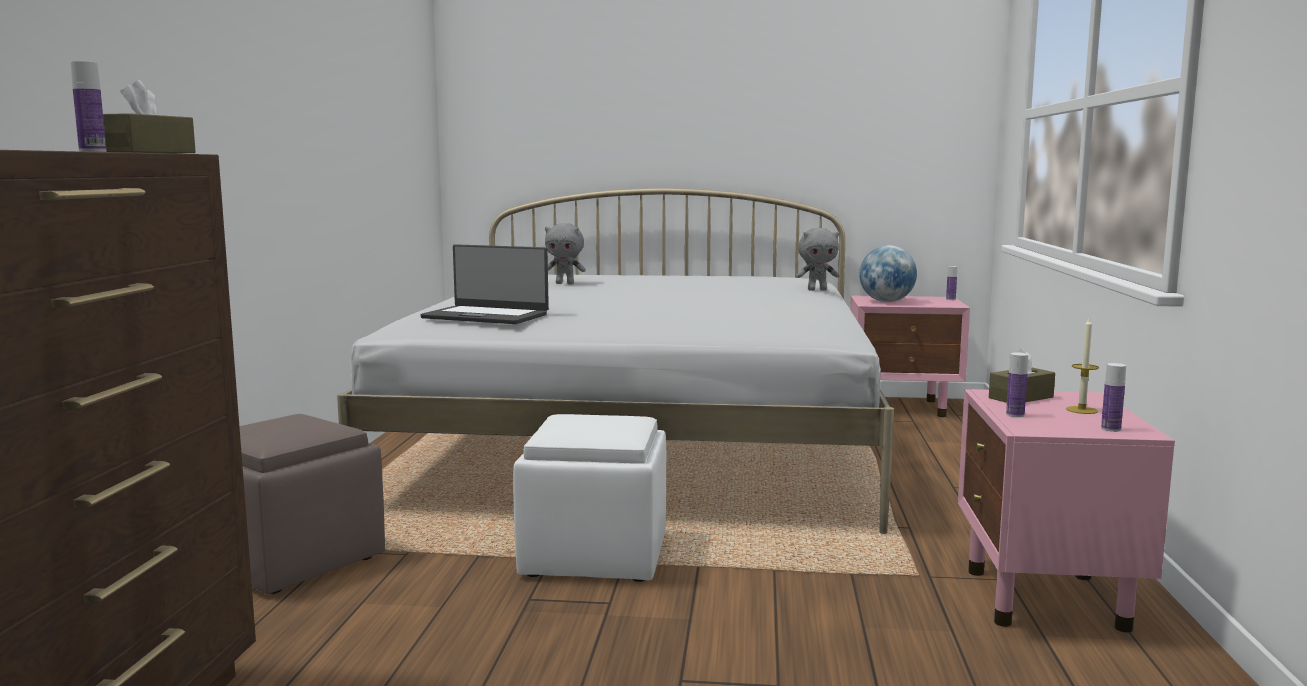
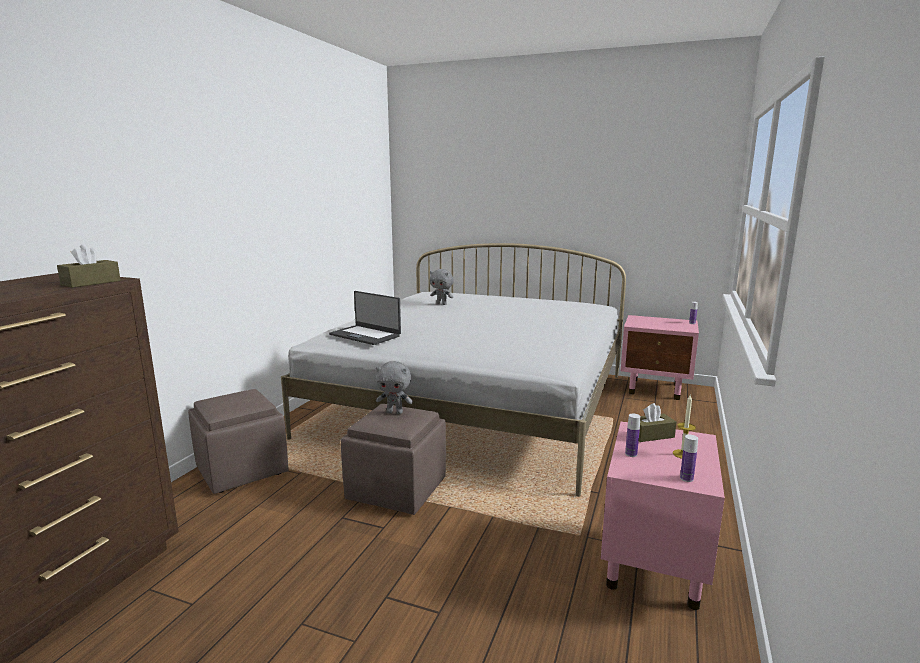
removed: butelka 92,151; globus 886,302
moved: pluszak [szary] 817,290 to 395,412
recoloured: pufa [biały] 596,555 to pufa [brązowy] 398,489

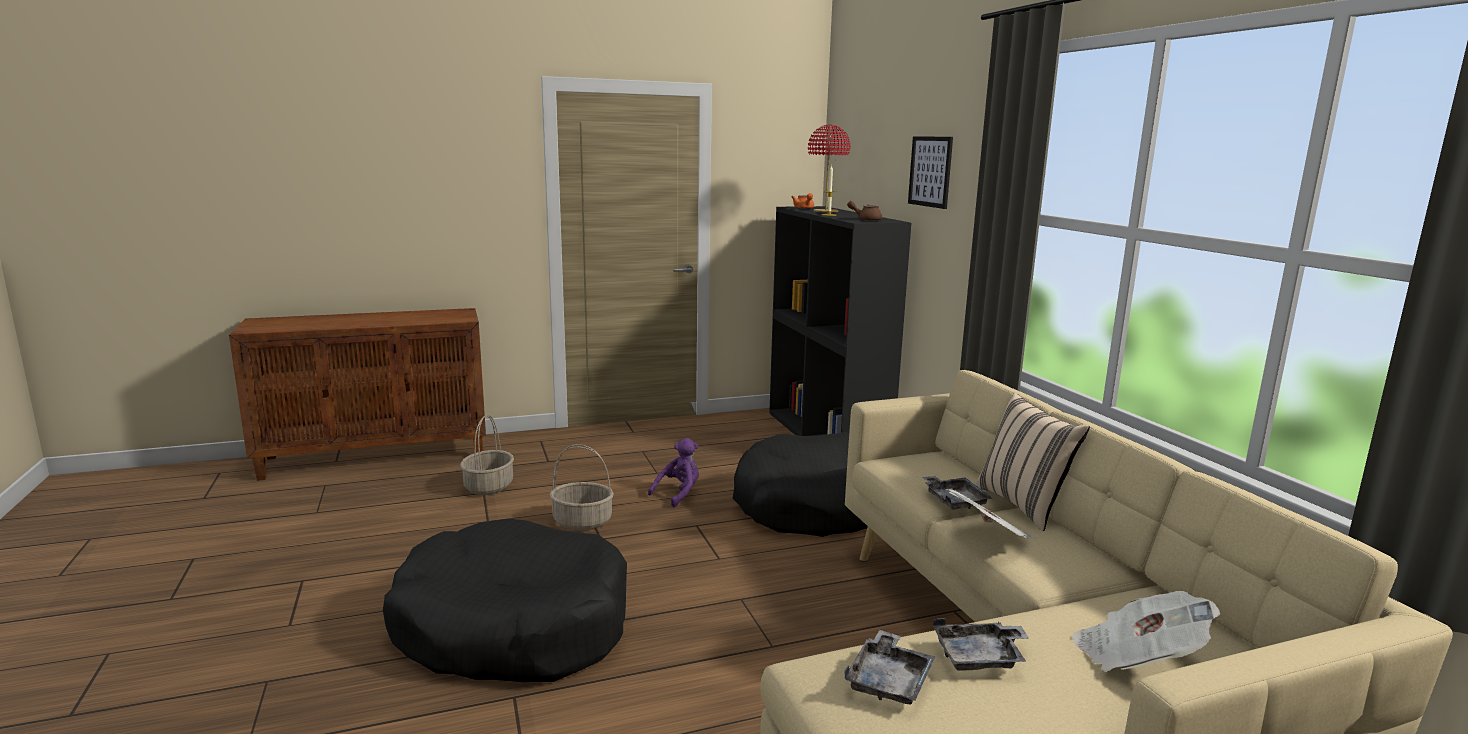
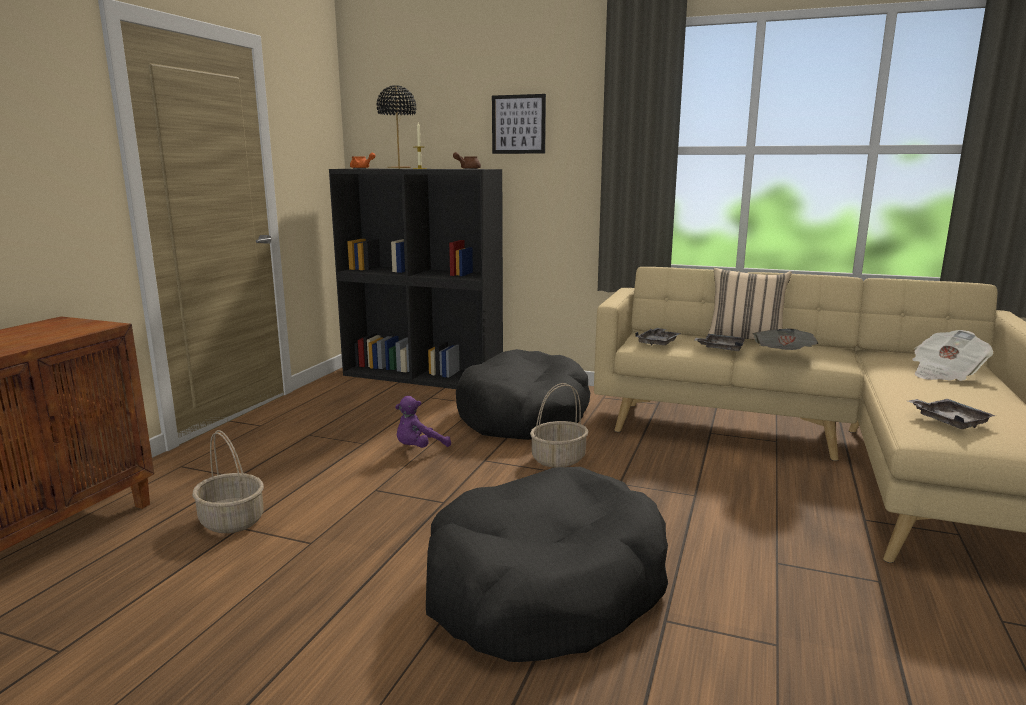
moved: koszyk 583,521 to 558,459; taca [szary] 980,657 to 658,342
recoloured: lampa stołowa [czerwony] 825,212 to lampa stołowa [czarny] 398,168
turned: pluszak [fioletowy] 678,494 = 419,448 120 degrees counterclockwise

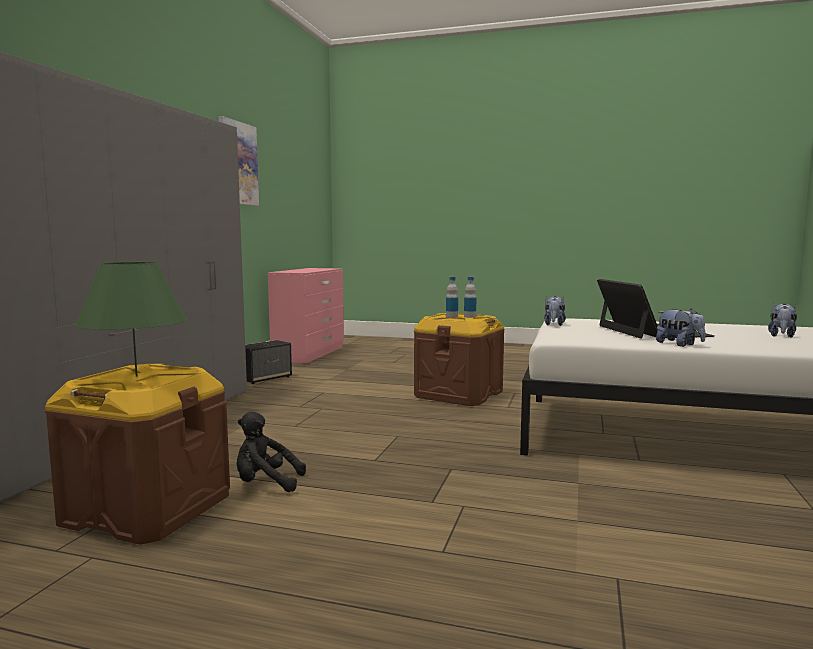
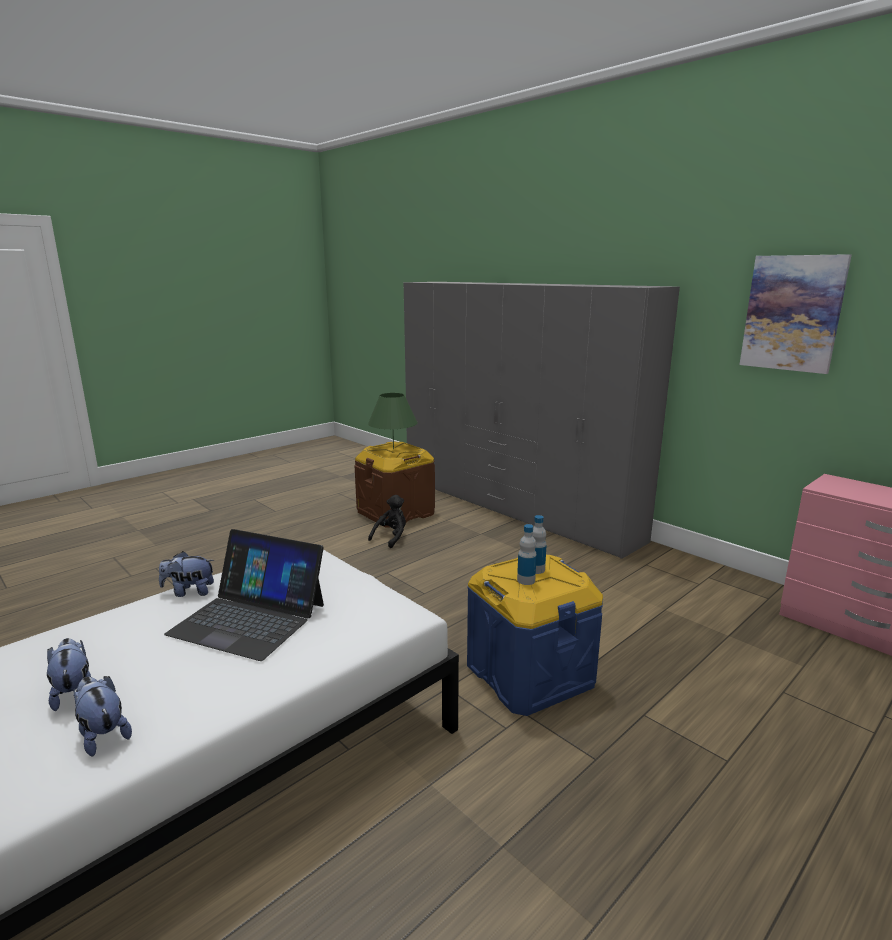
removed: głośnik 265,378
moved: pluszak 554,324 to 103,734
recoloured: pojemnik do przechowywania [brązowy] 458,394 to pojemnik do przechowywania [niebieski] 530,674

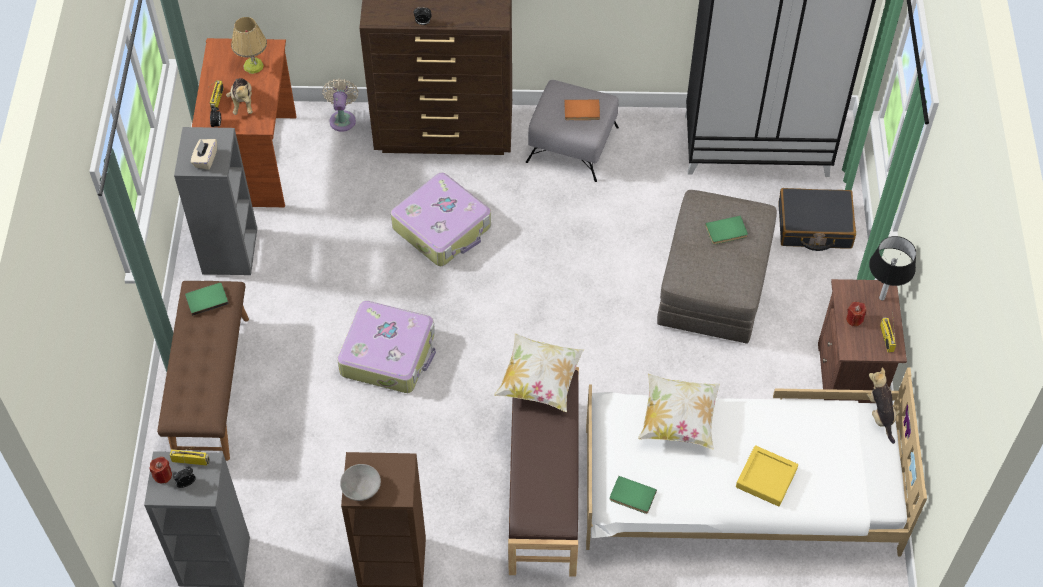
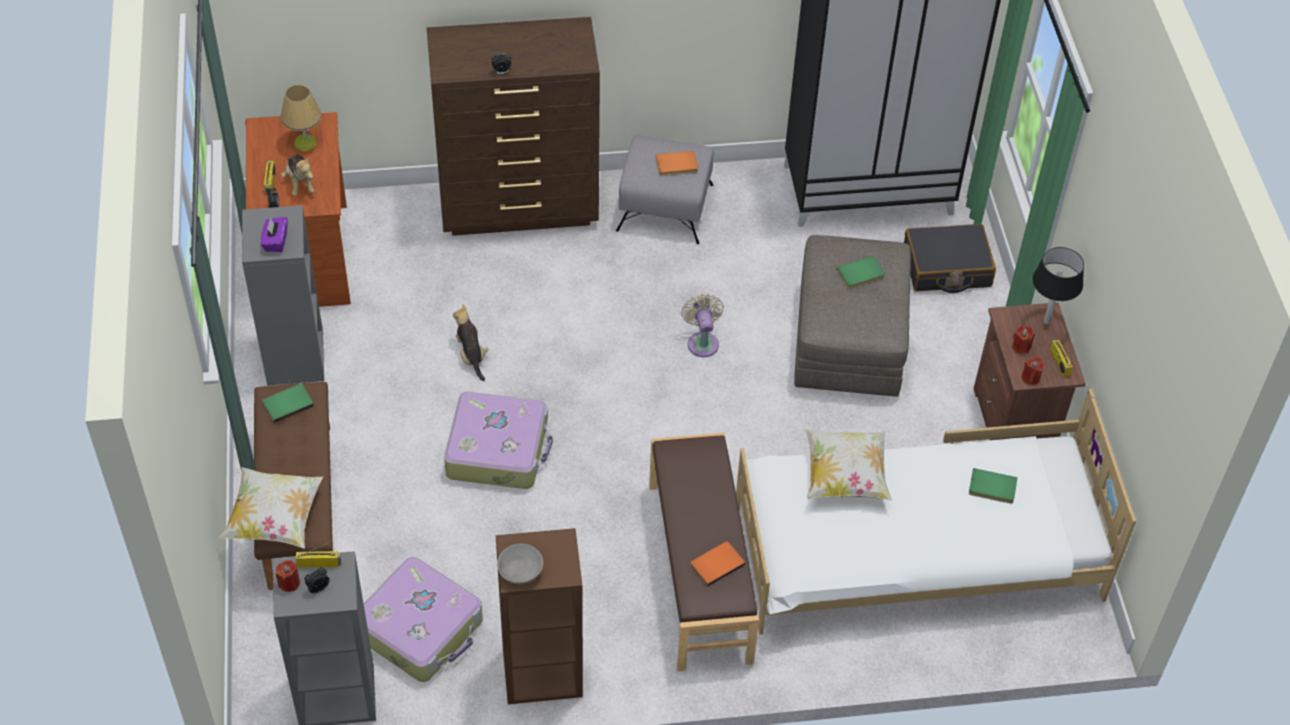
removed: taca [żółty] 766,478
added: książka [pomarańczowy] 716,564; świeca [czerwony] 1030,377
moved: wentylator [beżowy] 342,118 to 702,341; walizka 443,227 to 421,628; poduszka 539,382 to 274,519; książka [zielony] 632,497 to 992,488; pluszak 880,414 to 471,355
recoloured: pudełko chusteczek [beżowy] 205,159 to pudełko chusteczek [fioletowy] 275,241

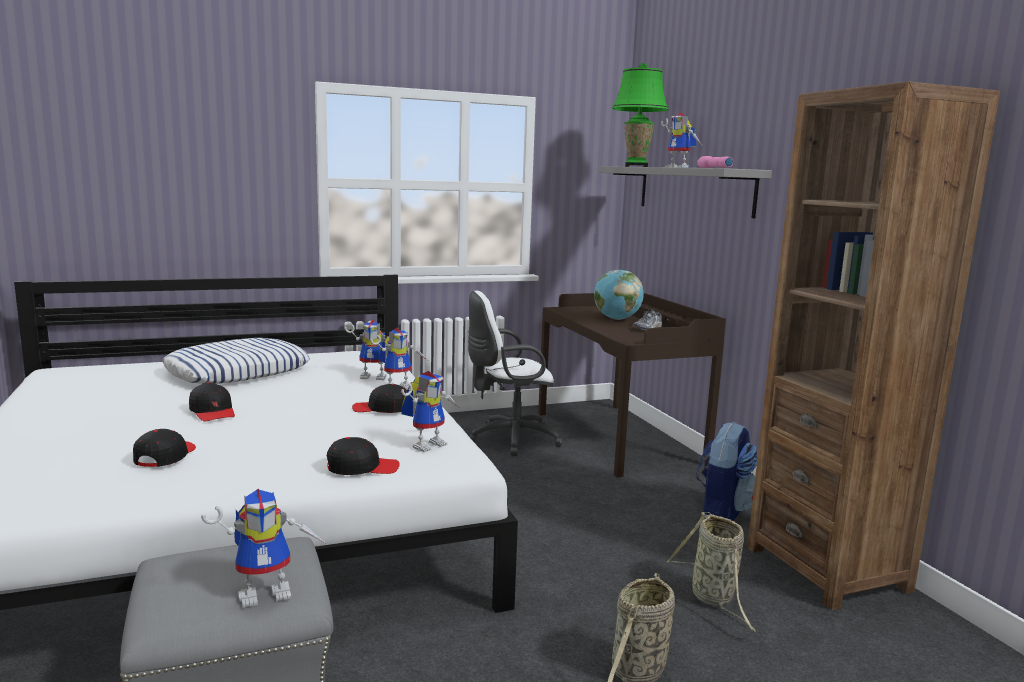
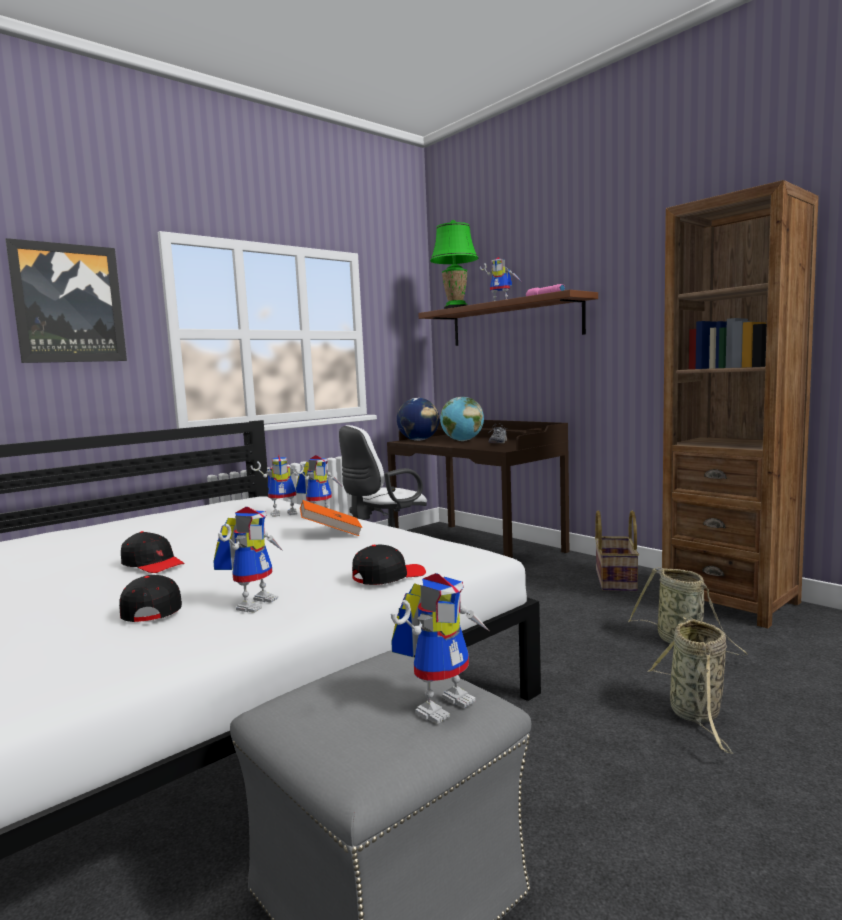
removed: poduszka 238,371
added: obraz 68,303; globus 419,440
moved: robot zabawkowy 428,444 to 253,602
replaced: czapka z daszkiem [czarny] 381,409 to książka [pomarańczowy] 331,533; plecak 722,511 to koszyk 614,580
recoloured: półka [szary] 694,190 to półka [brązowy] 514,322

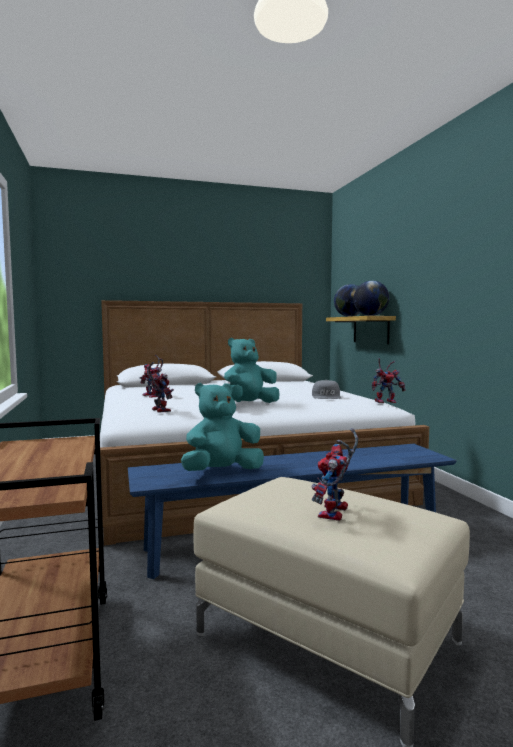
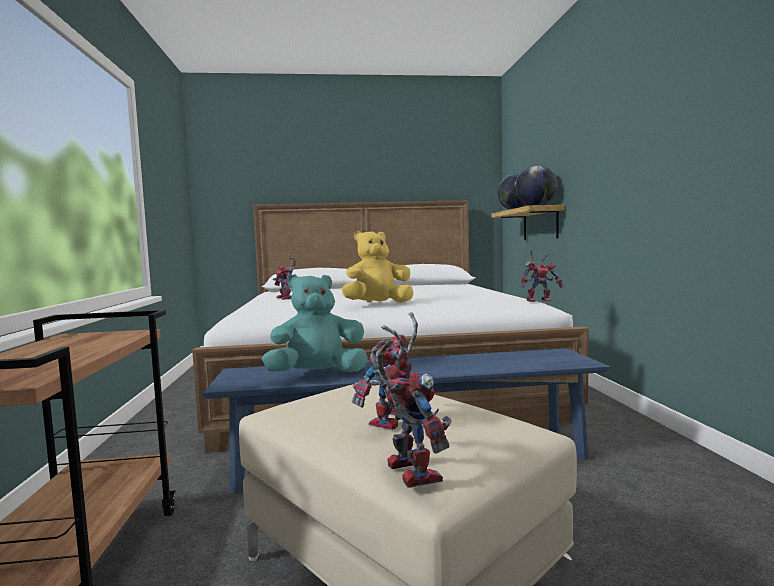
removed: czapka z daszkiem [szary] 327,396
moved: robot zabawkowy 158,410 to 406,470
recoloured: pluszak [turkusowy] 249,404 to pluszak [żółty] 377,304

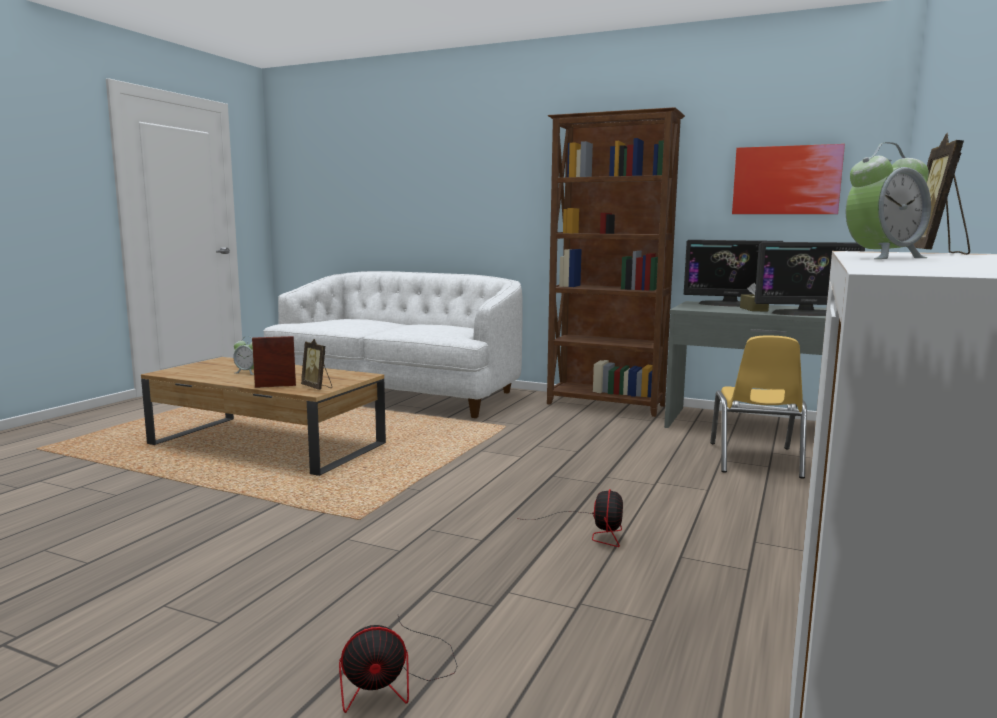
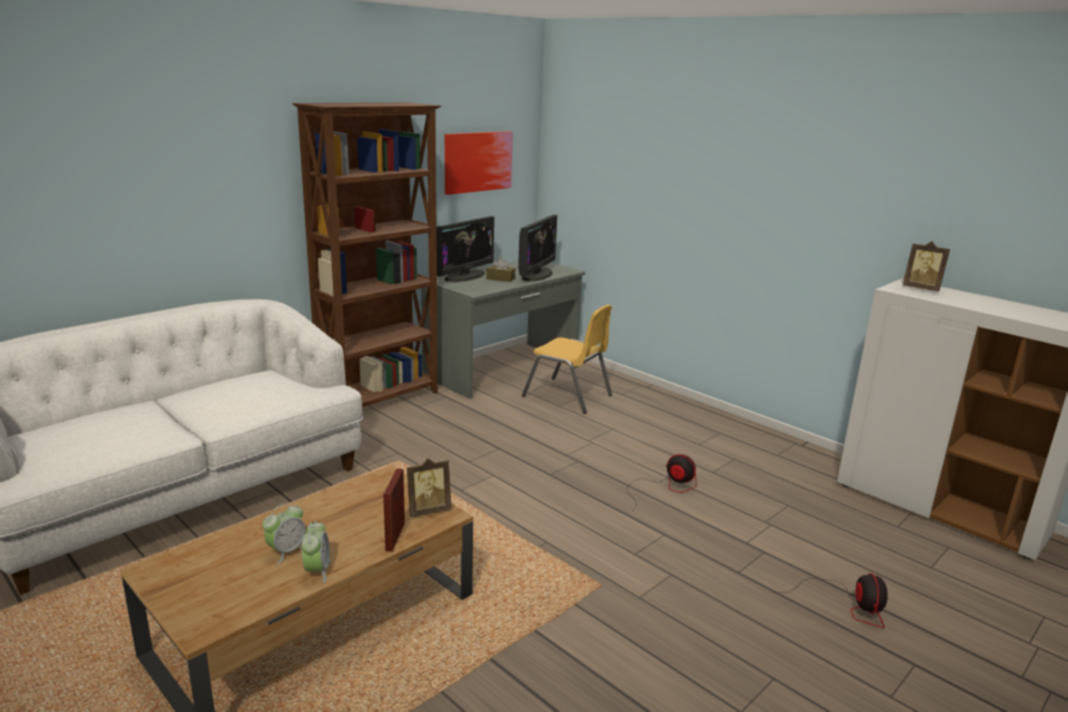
moved: budzik 882,257 to 317,570

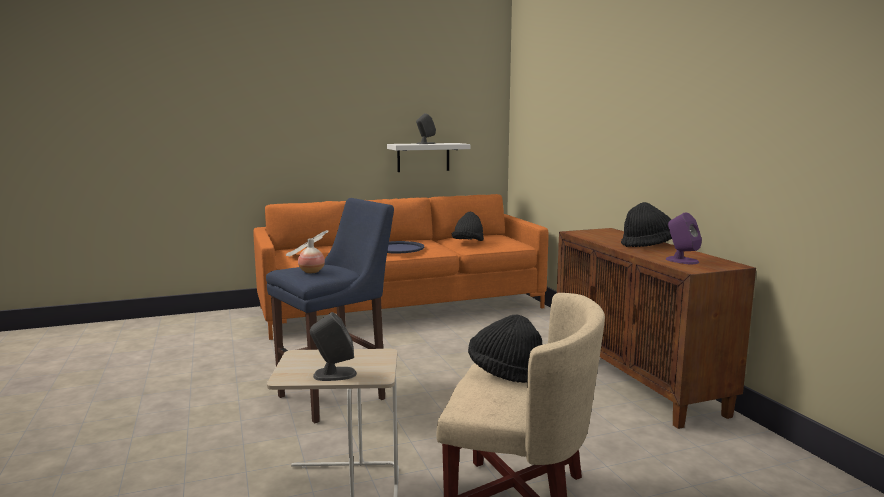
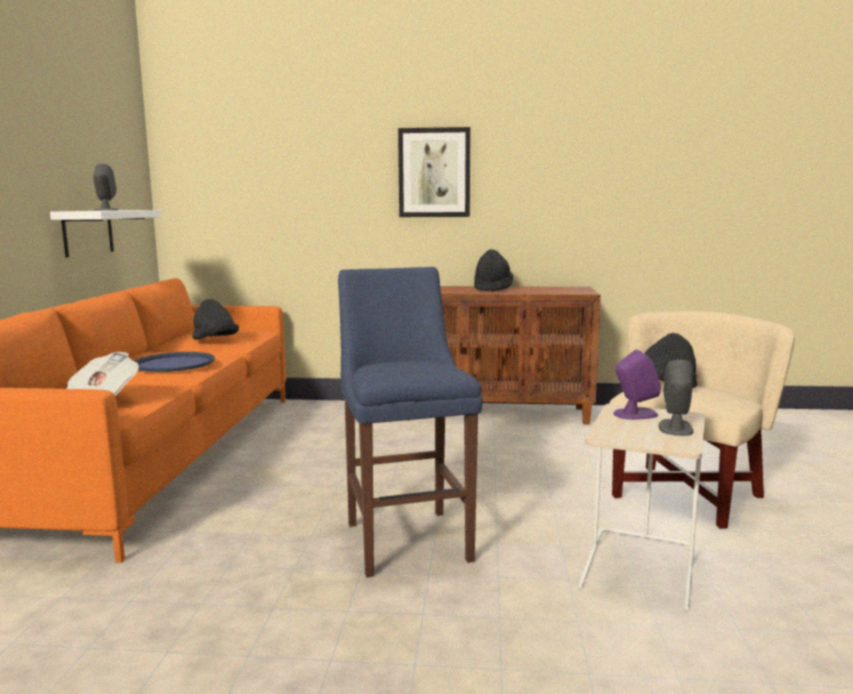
removed: wazon 311,272
added: obraz 434,173
moved: głośnik [fioletowy] 681,260 to 634,414

